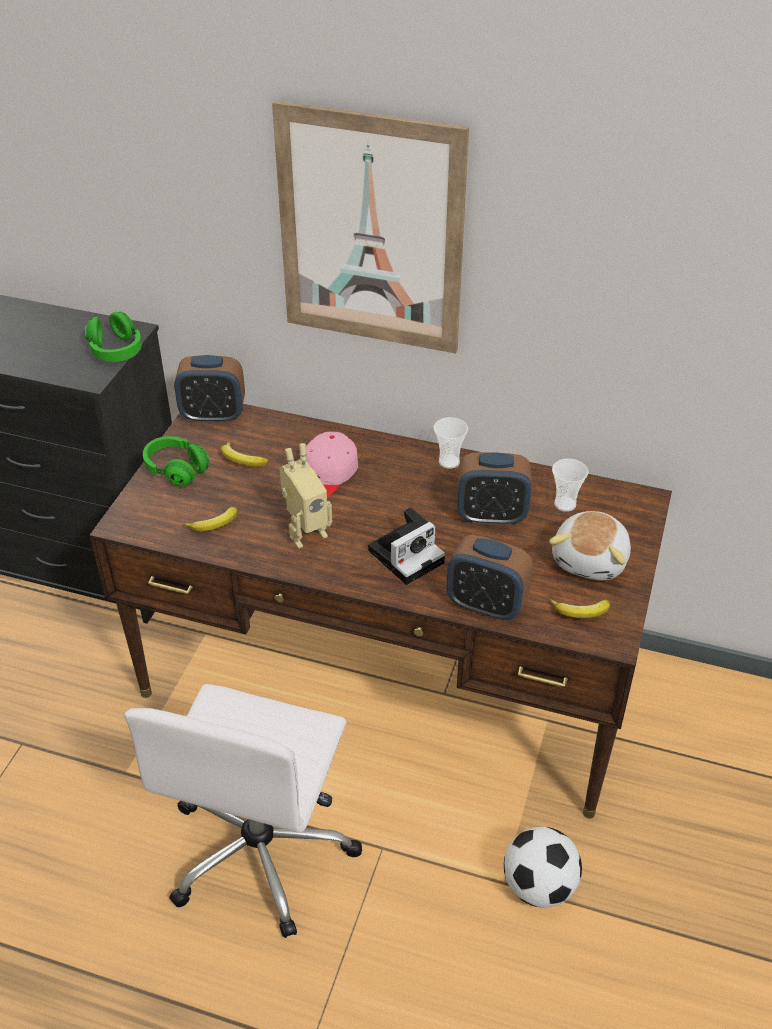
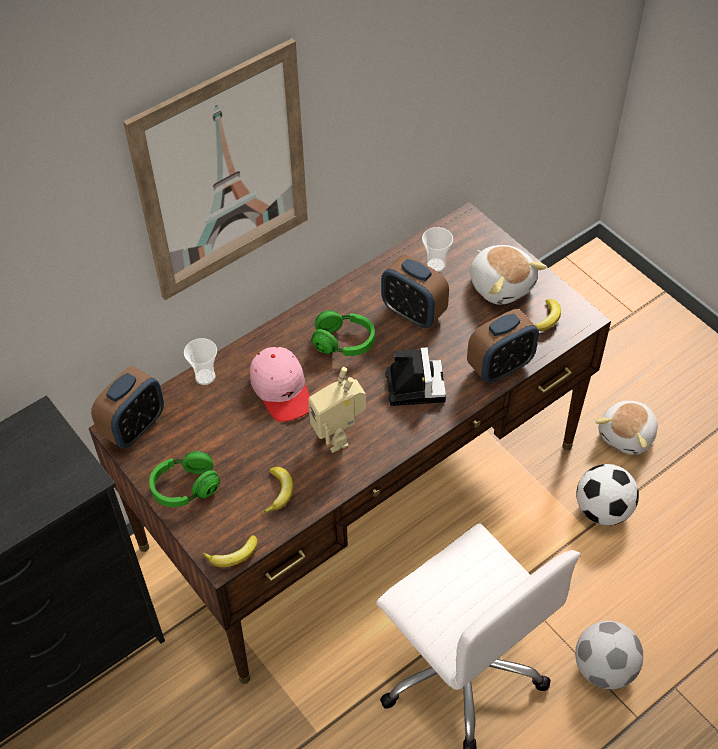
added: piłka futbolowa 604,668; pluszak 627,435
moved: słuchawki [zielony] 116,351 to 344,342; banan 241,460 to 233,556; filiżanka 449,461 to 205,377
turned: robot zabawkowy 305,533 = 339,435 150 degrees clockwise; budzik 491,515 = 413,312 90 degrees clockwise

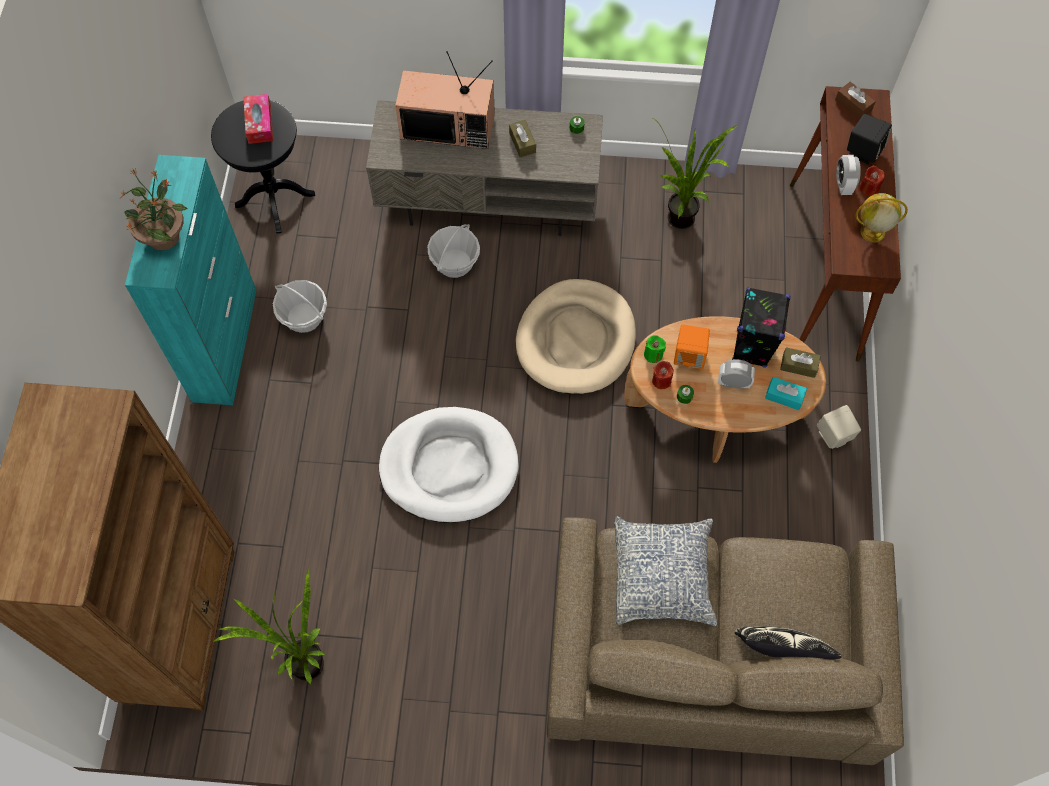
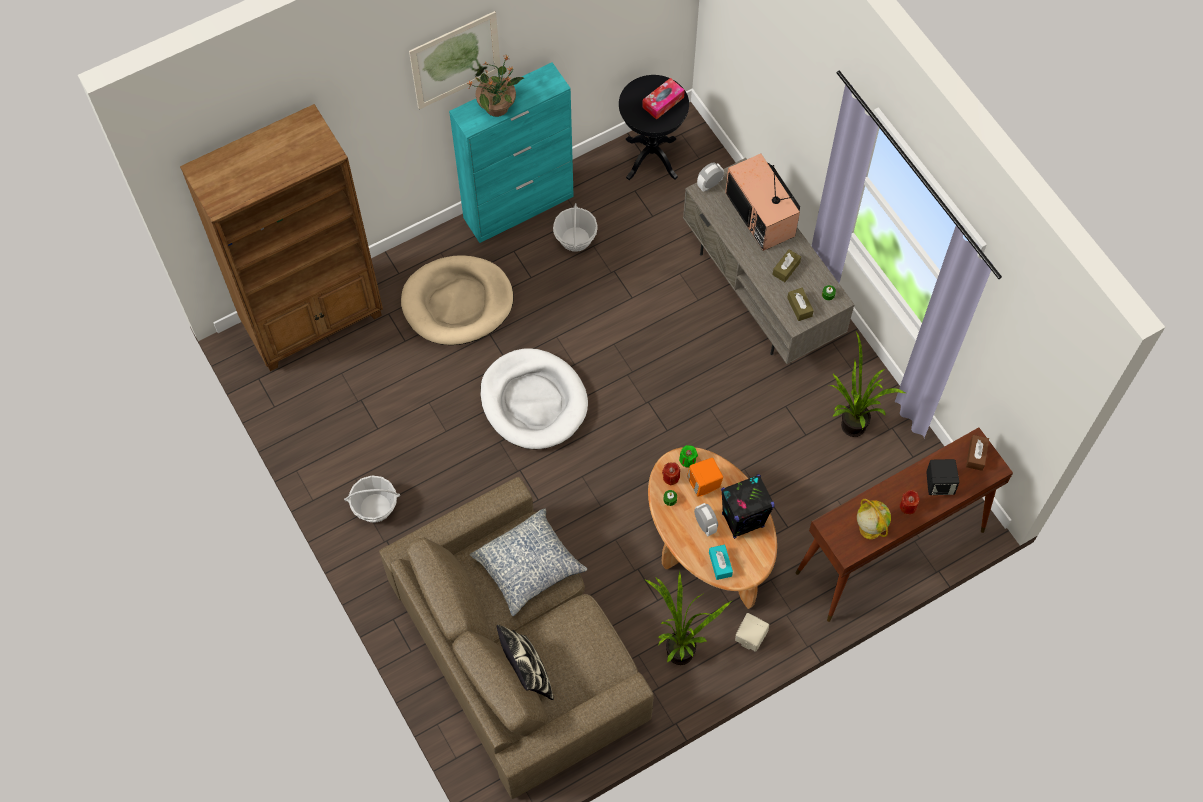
added: obraz 455,60
moved: roślina doniczkowa 300,664 to 677,647; koszyk 454,263 to 375,507; legowisko [beżowy] 576,340 to 457,303; pudełko chusteczek [brązowy] 798,366 to 799,307; budzik 843,184 to 709,184

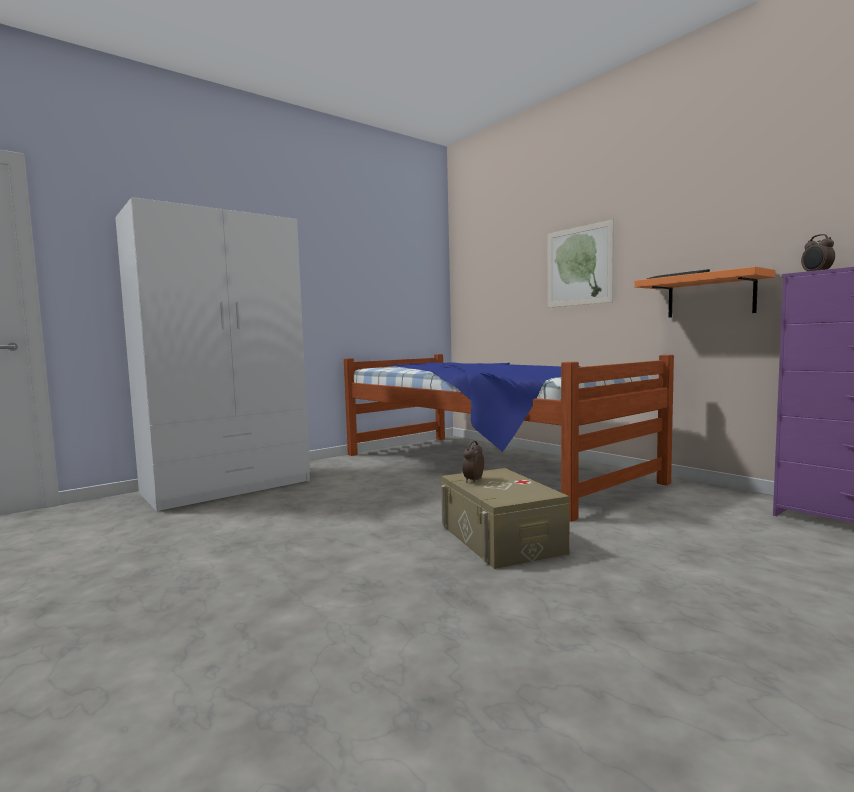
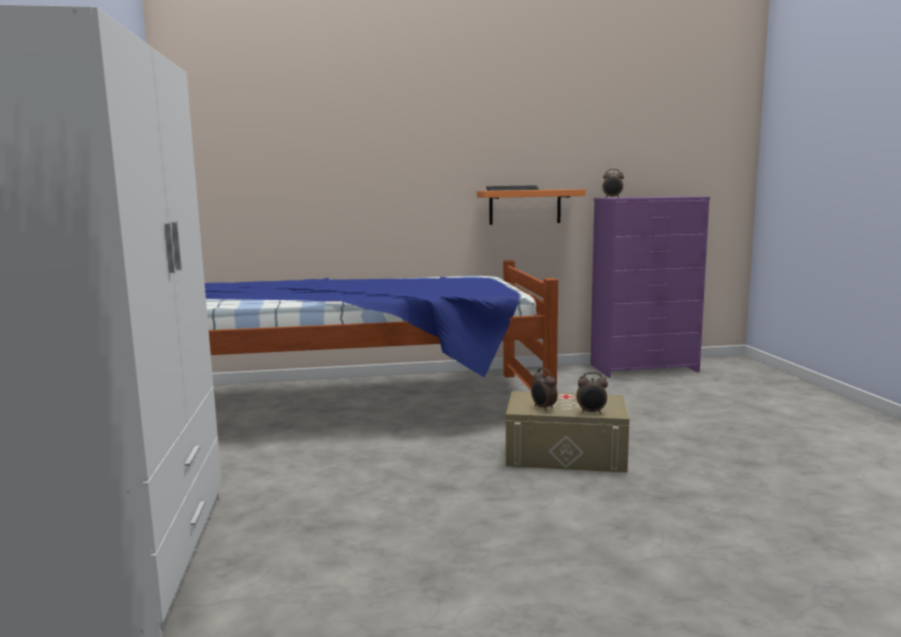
removed: obraz 579,266
added: budzik 591,412

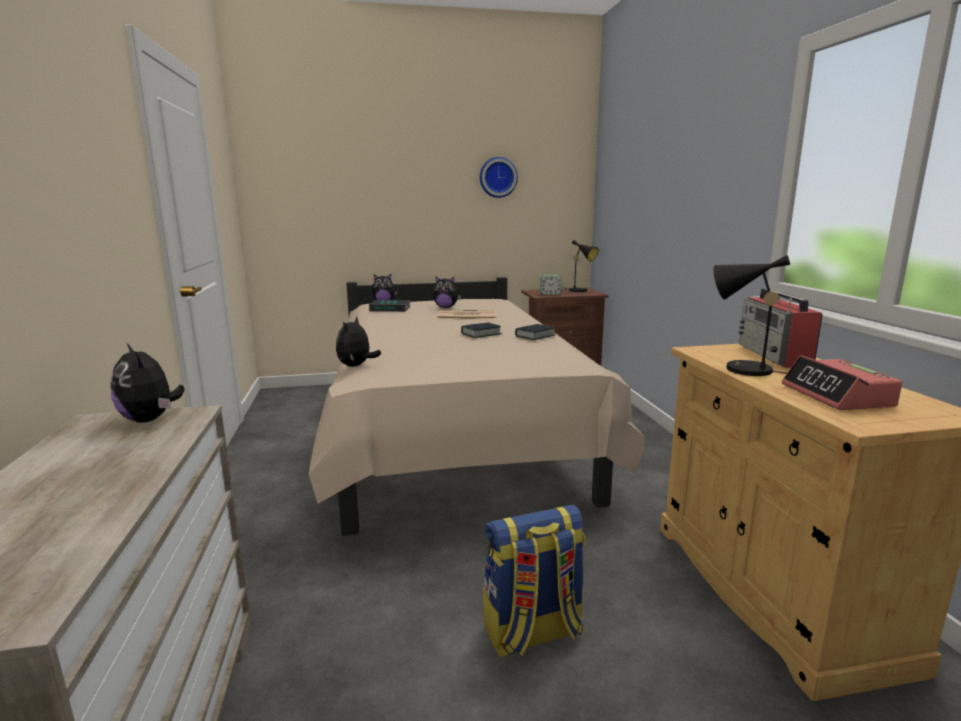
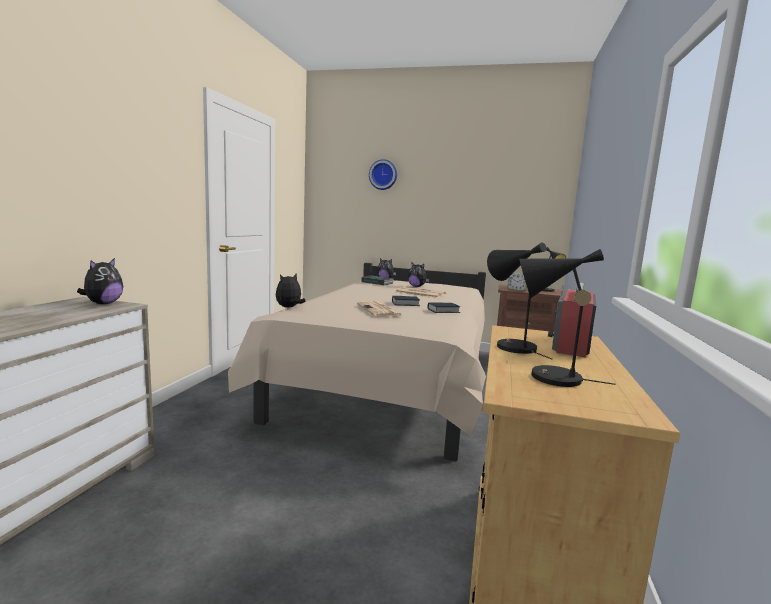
removed: plecak 532,633
added: gazeta 379,310
moved: zegar ścienny 497,177 to 383,175
replaced: budzik 837,396 to lampa stołowa [czarny] 547,377
turned: pluszak 151,419 = 103,304 150 degrees counterclockwise

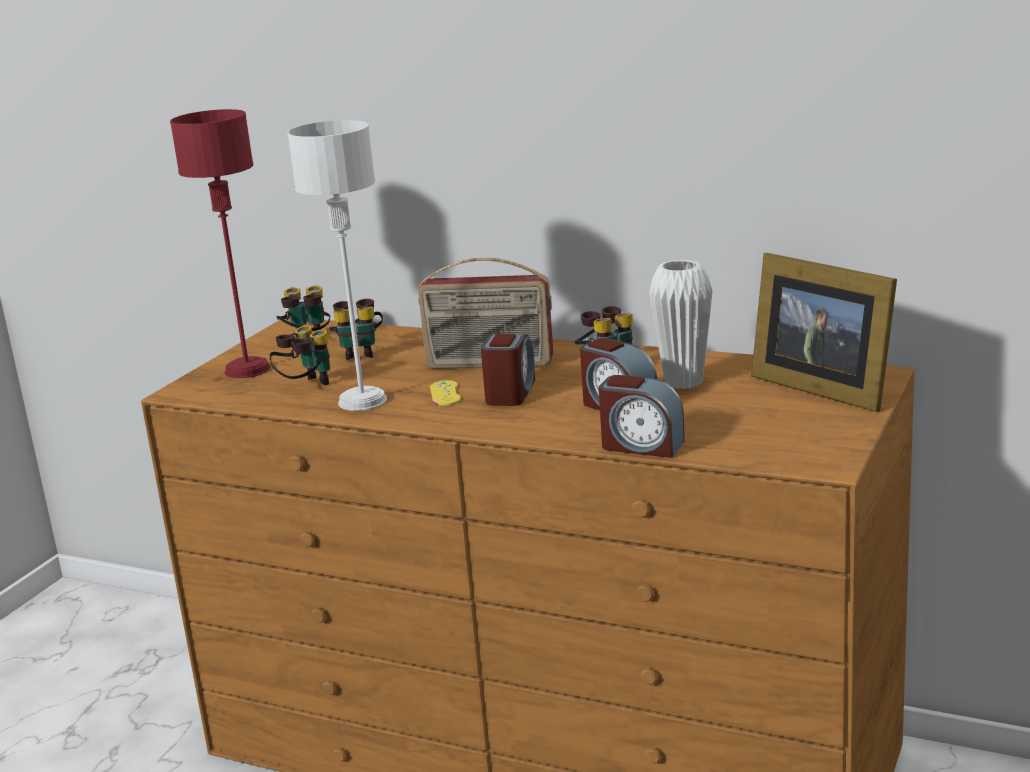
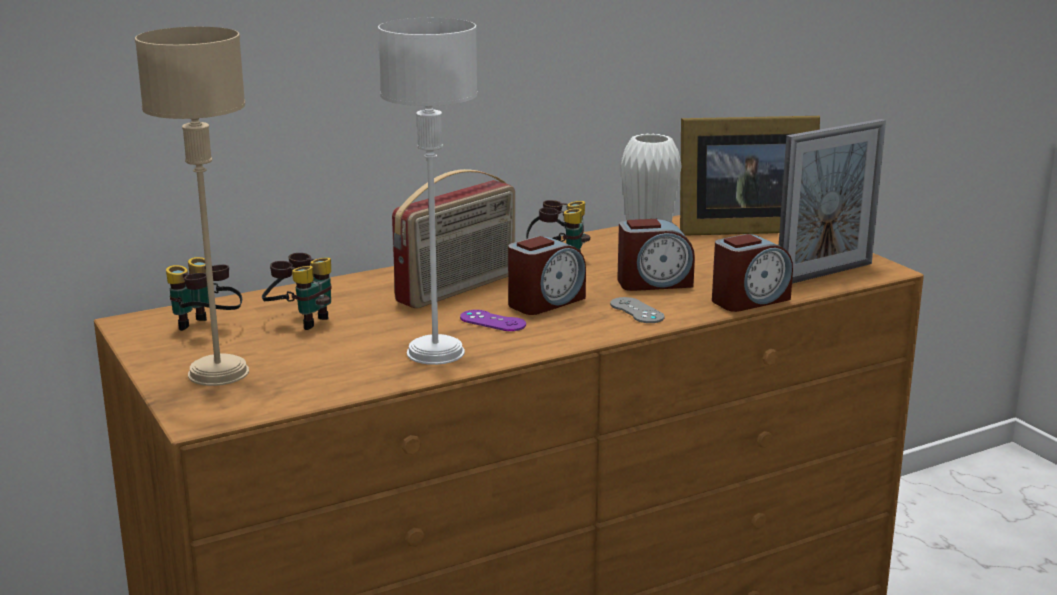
removed: lornetka 306,387
added: pad do gier [szary] 636,311; ramka na zdjęcie 824,274
recoloured: lampa stołowa [czerwony] 246,370 to lampa stołowa [beżowy] 218,373; pad do gier [żółty] 445,393 to pad do gier [fioletowy] 493,321
turned: budzik 510,393 = 545,302 90 degrees clockwise

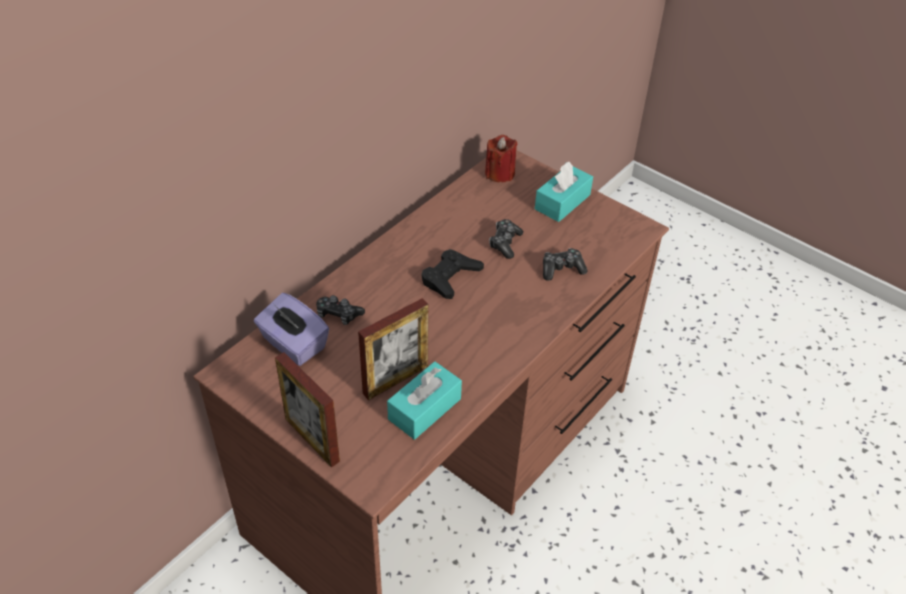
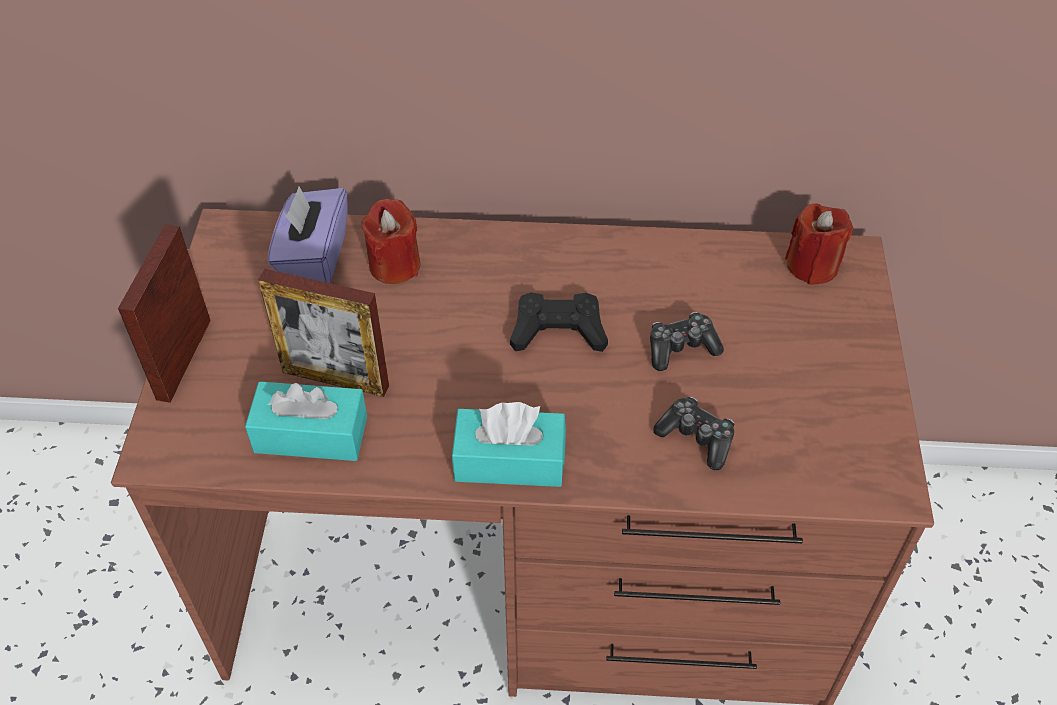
moved: pudełko chusteczek [turkusowy] 562,202 to 509,460
replaced: pad do gier 338,314 to świeca [czerwony] 394,265

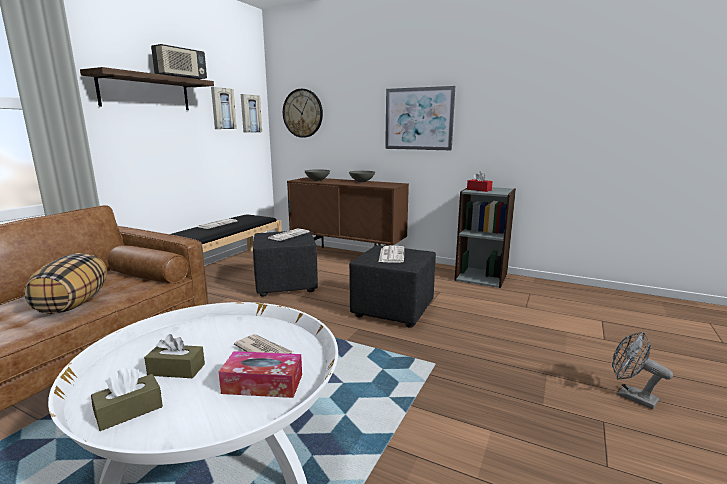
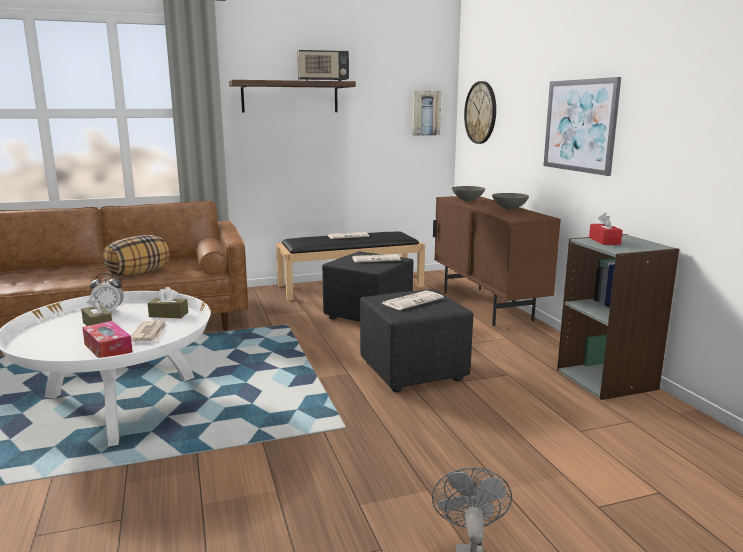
removed: obraz 222,108
added: budzik 109,311
moved: pudełko chusteczek [brązowy] 129,411 to 168,314

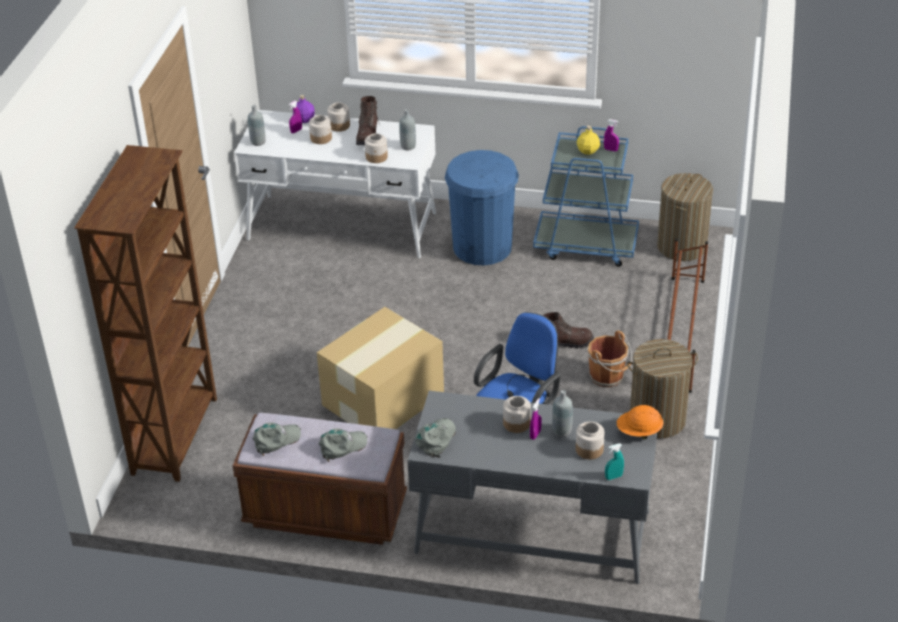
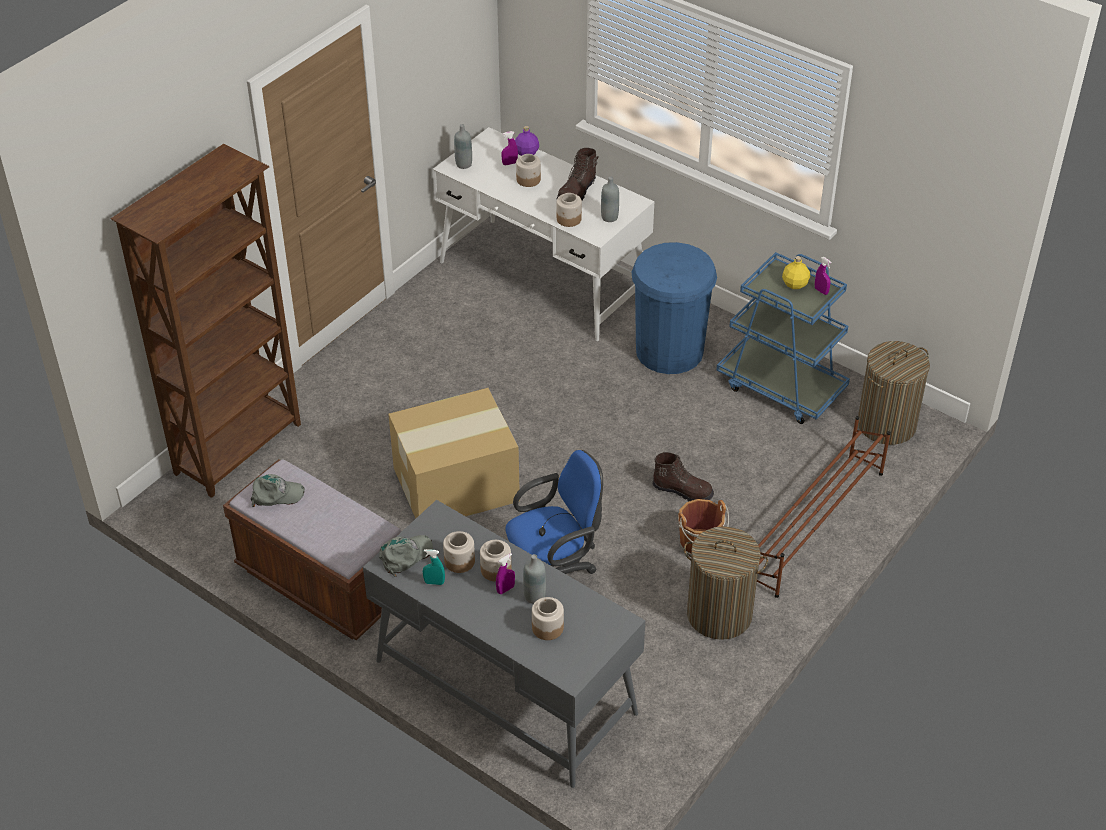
removed: czapka z daszkiem [szary] 342,446; kask [pomarańczowy] 639,432
moved: słoik 339,125 to 460,561; spryskiwacz [turkusowy] 613,477 to 434,582

